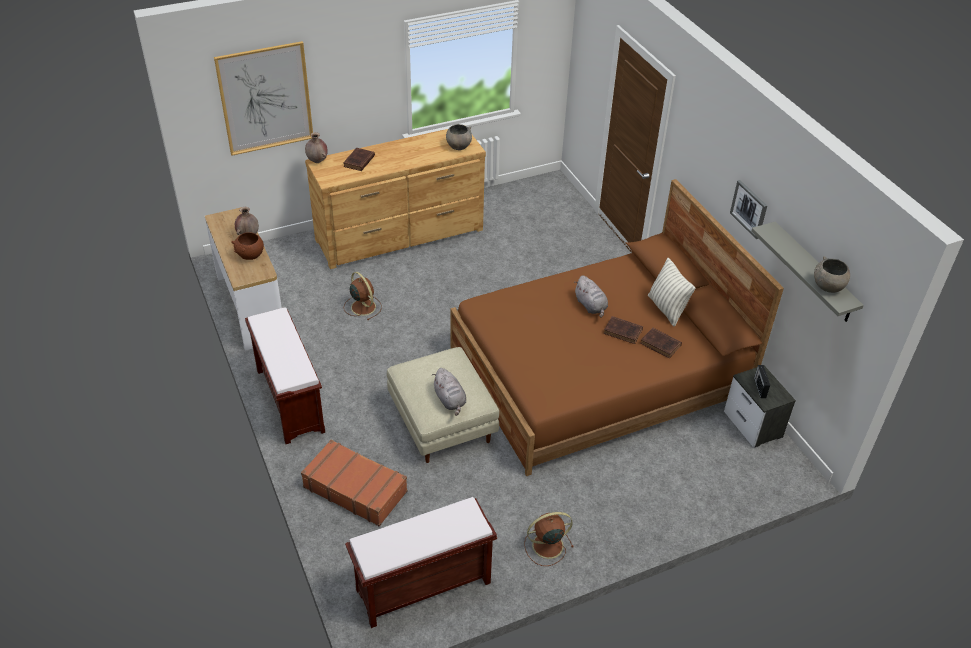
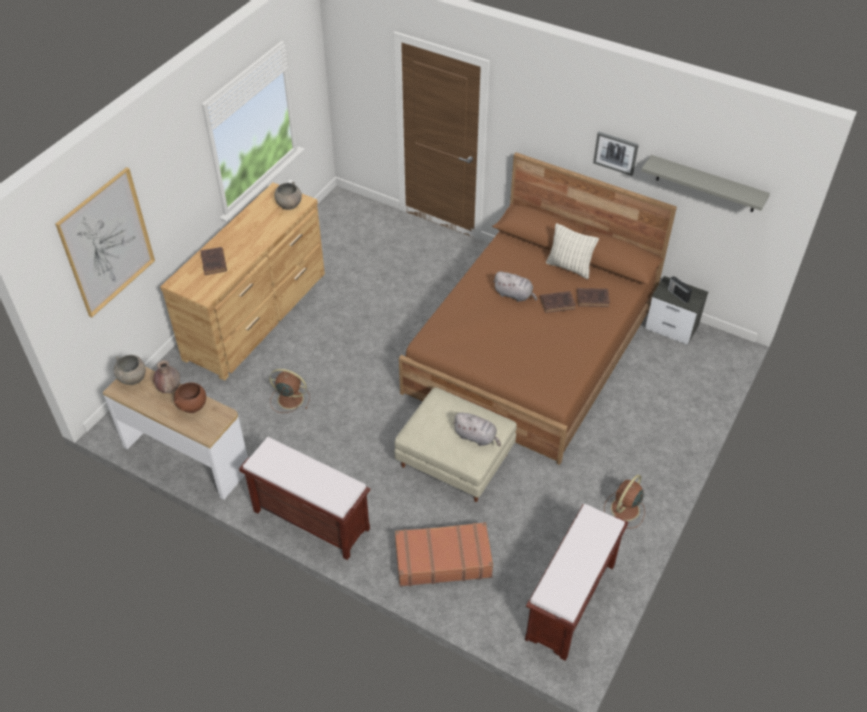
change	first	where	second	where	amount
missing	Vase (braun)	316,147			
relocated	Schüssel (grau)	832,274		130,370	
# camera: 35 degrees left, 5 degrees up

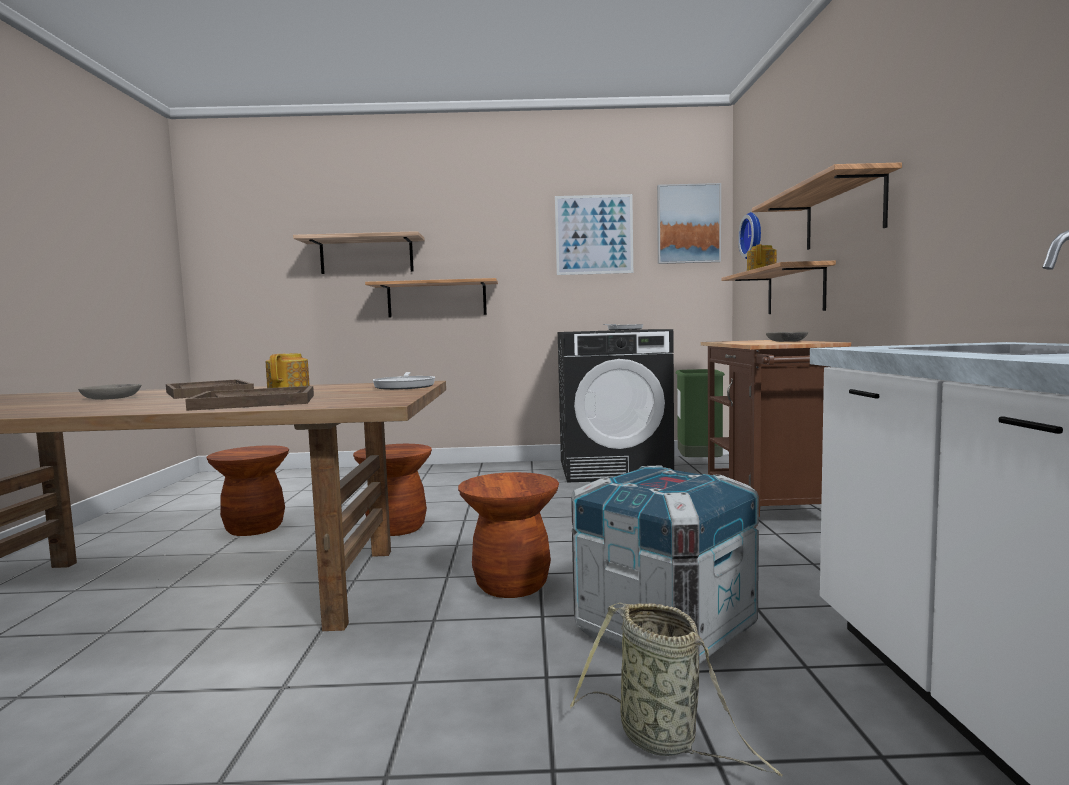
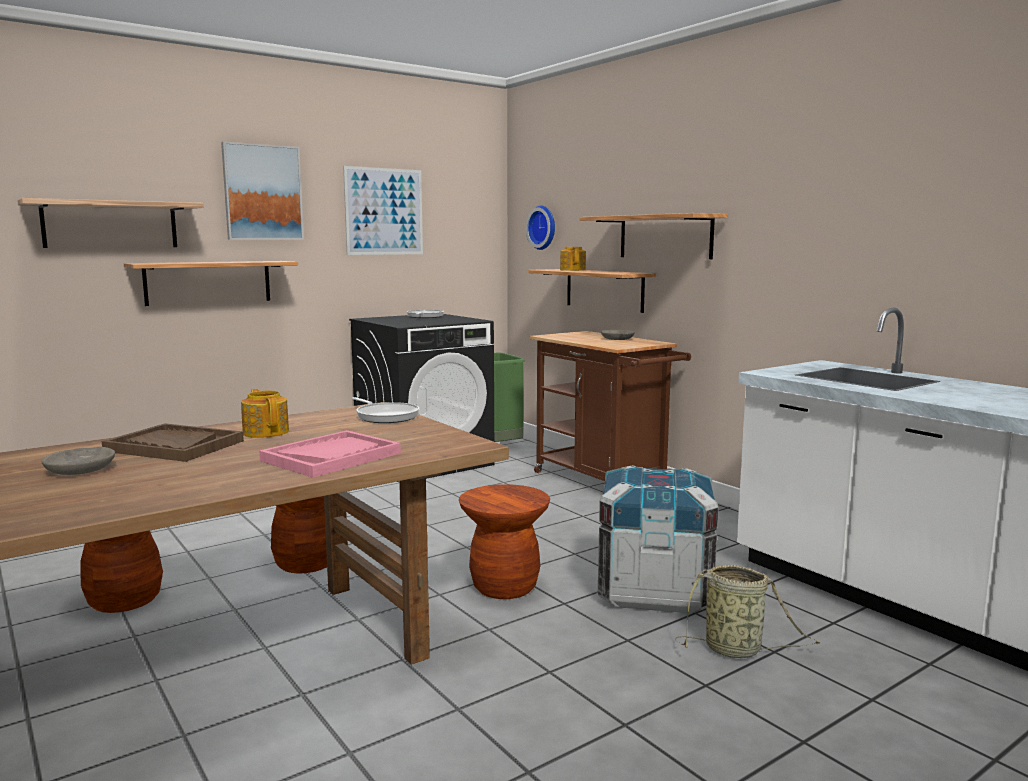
change	first	where	second	where	amount
colour	Tablett (braun)	249,398	Tablett (rosa)	330,454	
relocated	Bild	689,223		262,191	
# camera: 35 degrees left, 5 degrees up

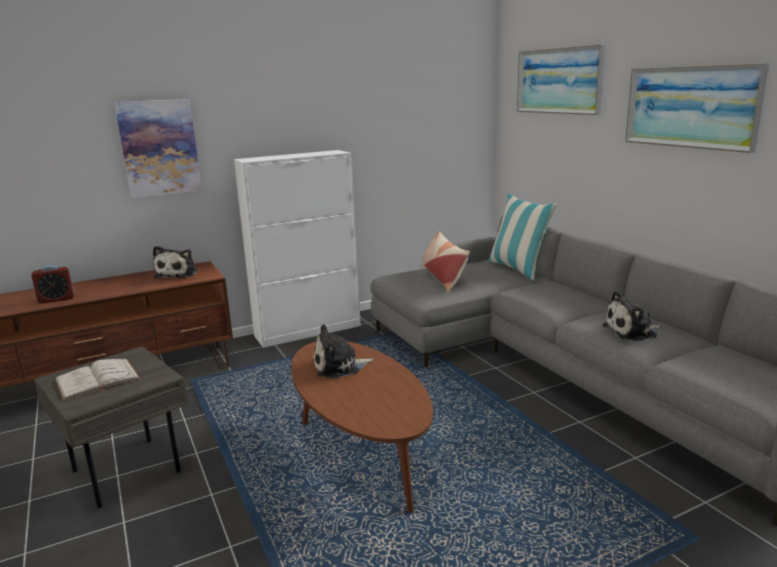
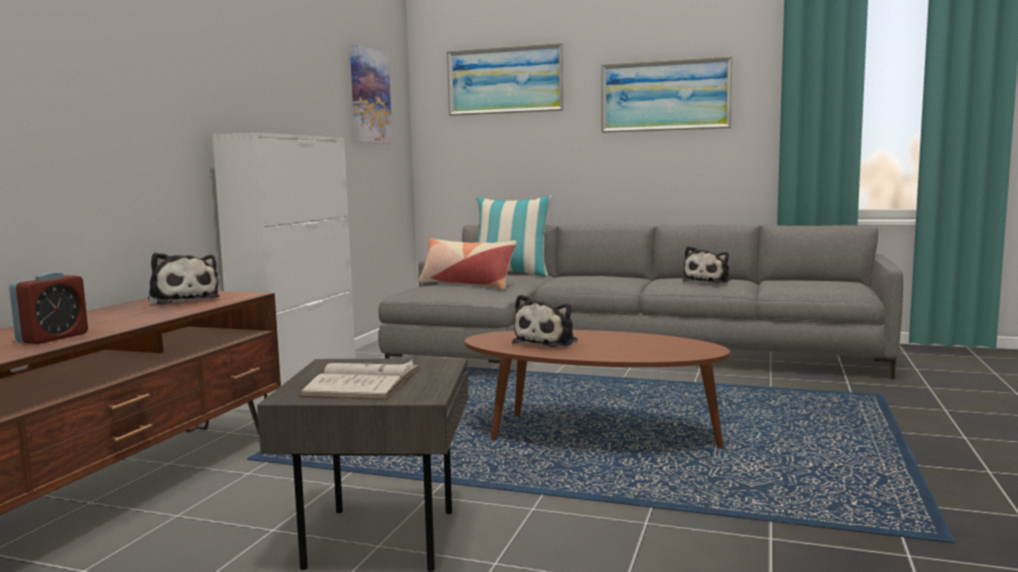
change	first	where	second	where	amount
relocated	Bild	158,148		371,94	
# camera: 45 degrees left, 10 degrees down

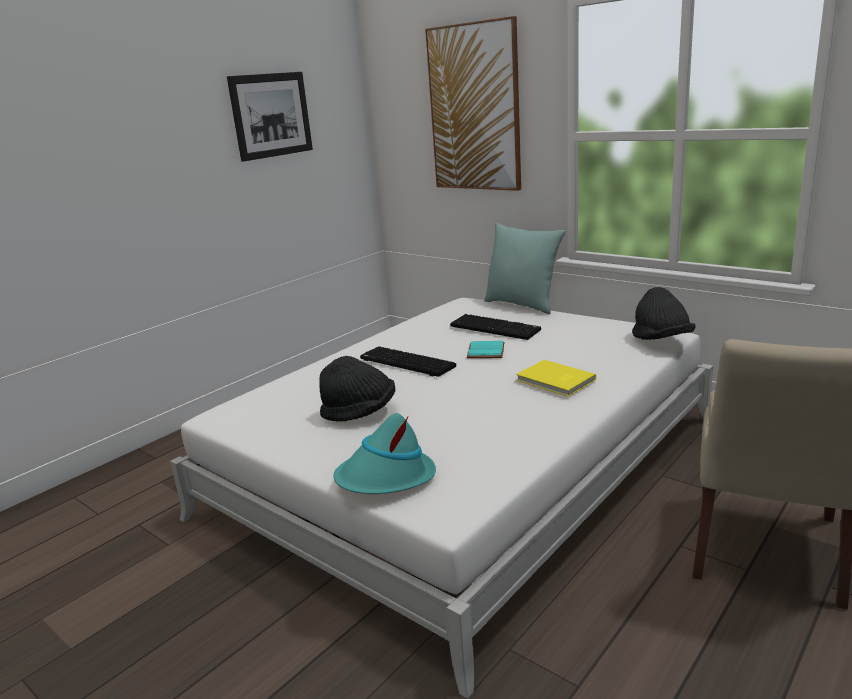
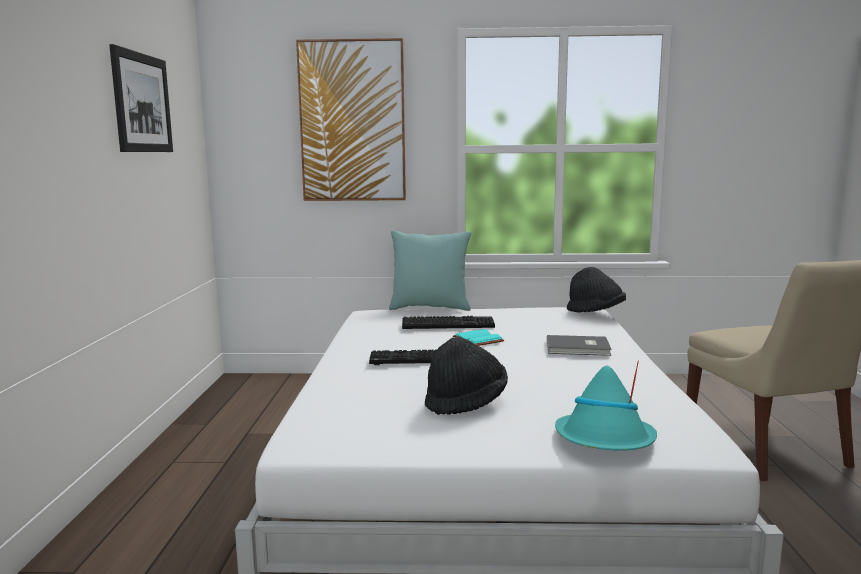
change	first	where	second	where	amount
colour	Buch (gelb)	556,378	Buch (grau)	579,345	
# camera: 40 degrees left, 10 degrees down

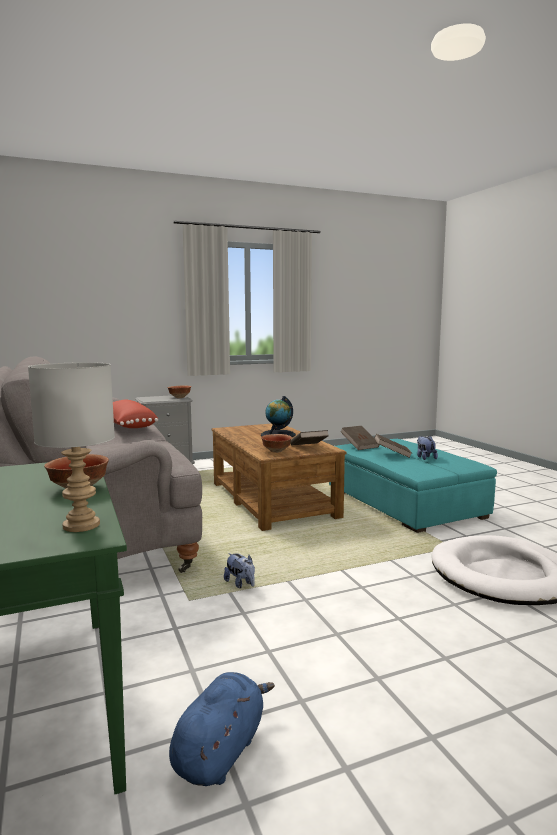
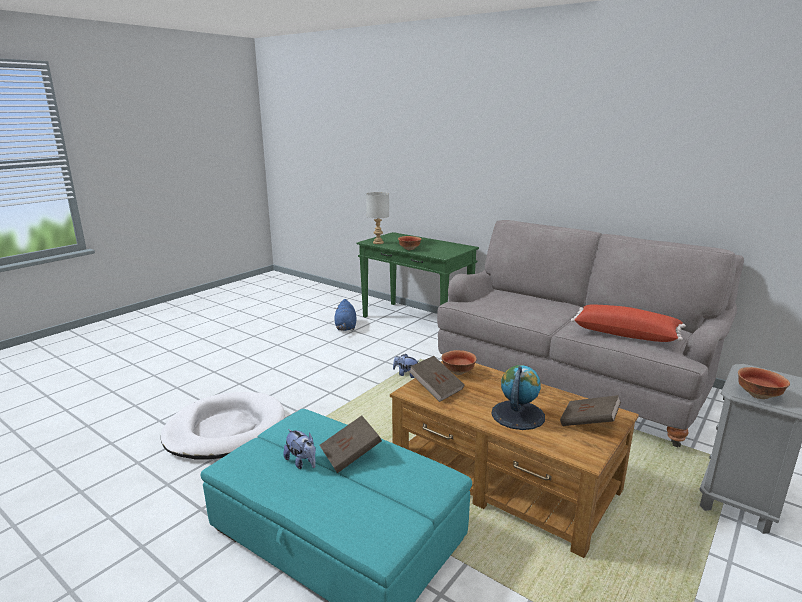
change	first	where	second	where	amount
relocated	Buch (braun)	360,438		590,410	
# camera: 150 degrees right, 10 degrees up

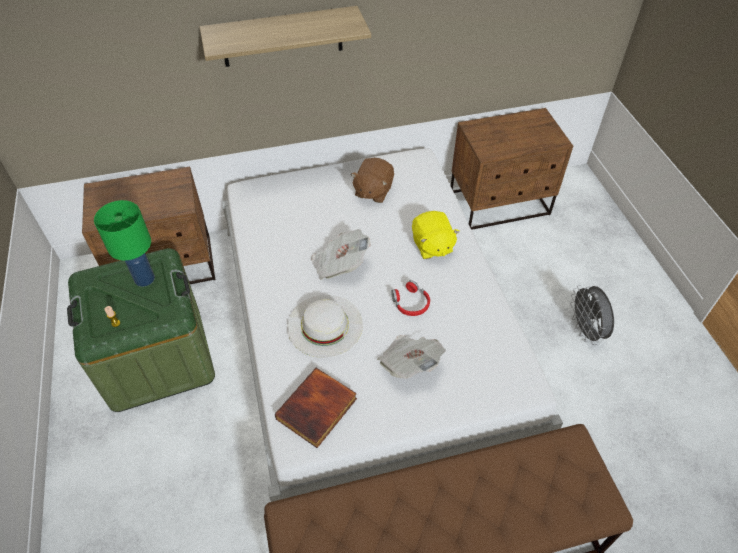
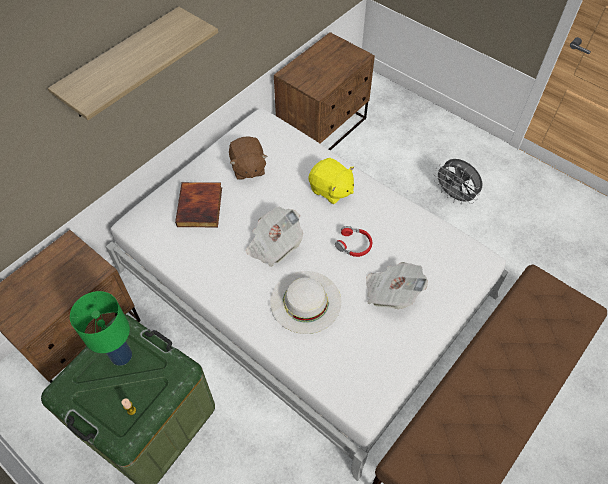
change	first	where	second	where	amount
relocated	Buch	316,408		198,204	
# camera: 35 degrees left, 5 degrees up

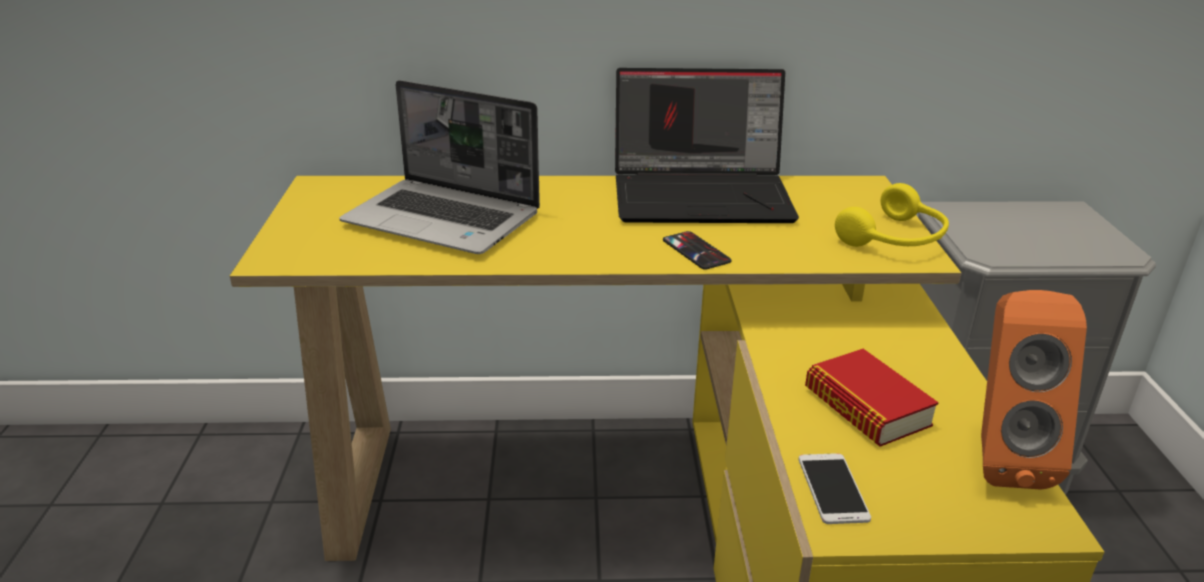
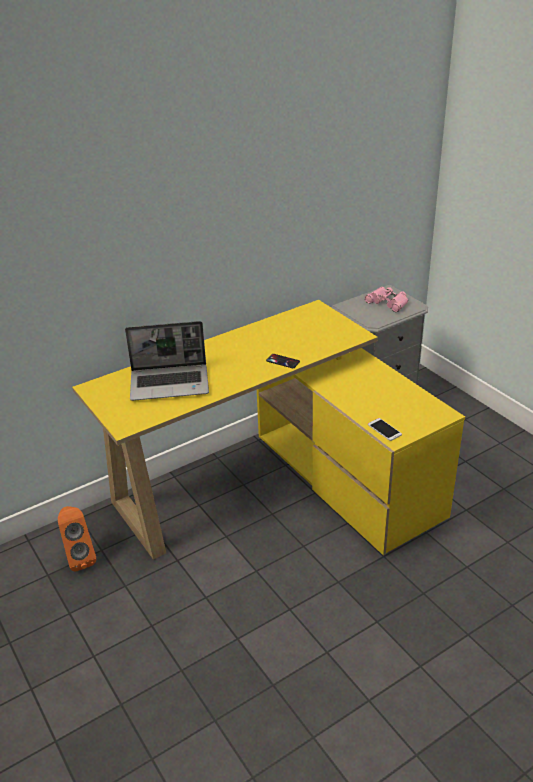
change	first	where	second	where	amount
missing	Laptop	707,145			
missing	Buch	872,398			
missing	Kopfhörer (gelb)	892,215			
relocated	Lautsprecher (orange)	1034,390		77,538	
appeared			Fernglas (rosa)	386,299	
# camera: 30 degrees left, 5 degrees up

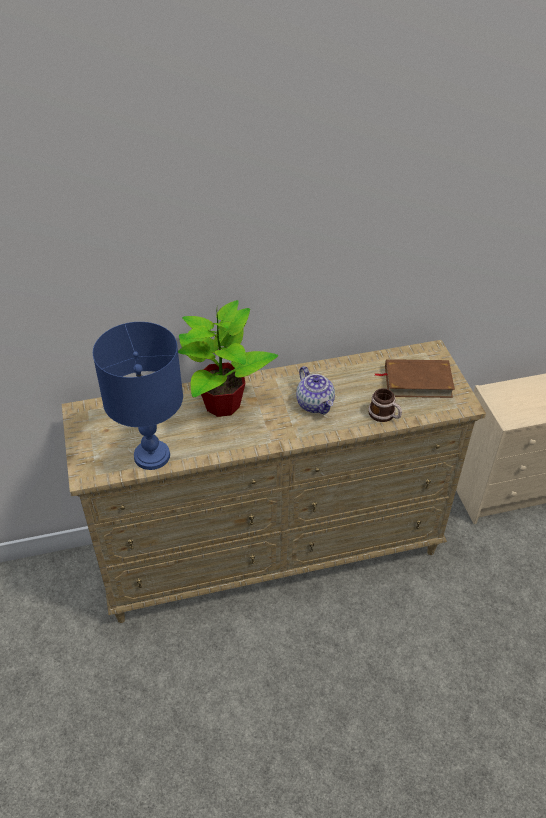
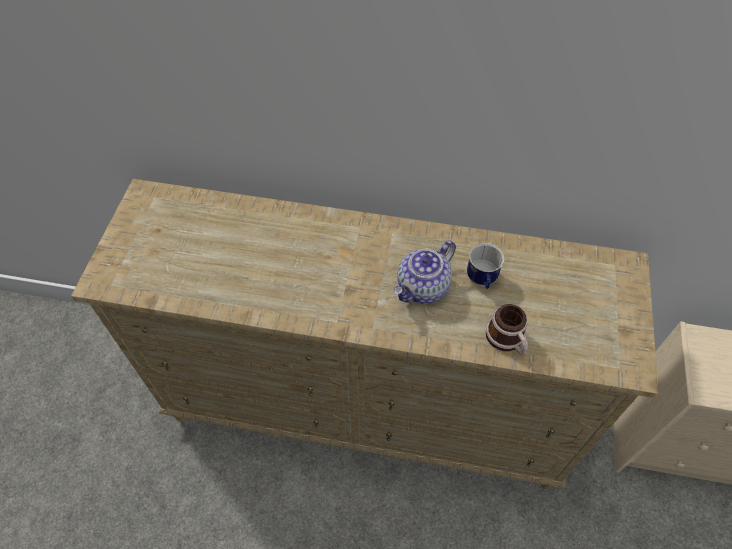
change	first	where	second	where	amount
missing	Tischlampe (blau)	138,396			
missing	Topfpflanze	228,358			
spun	Teekanne	315,390		424,272	45 degrees clockwise
missing	Buch (braun)	414,378			
appeared			Henkelbecher	485,266	
# camera: 25 degrees right, 10 degrees up

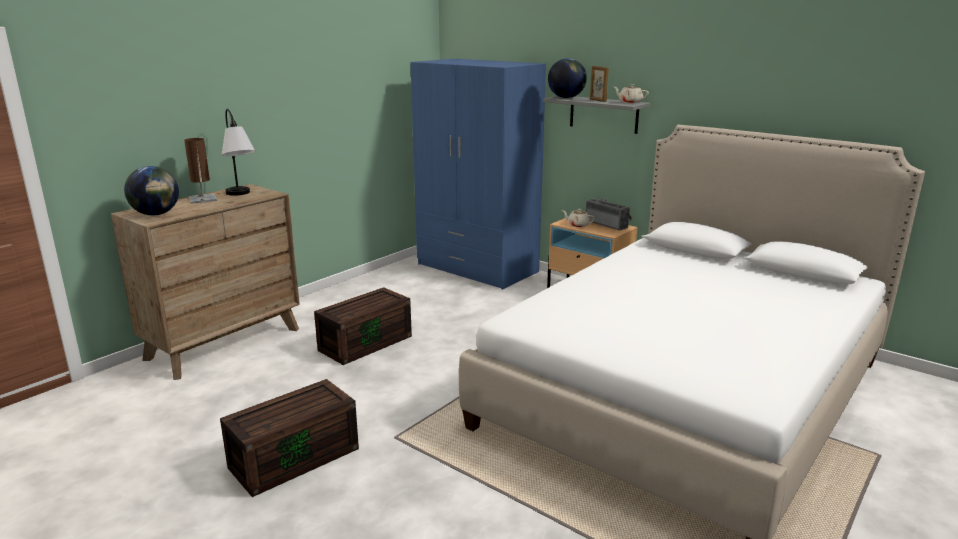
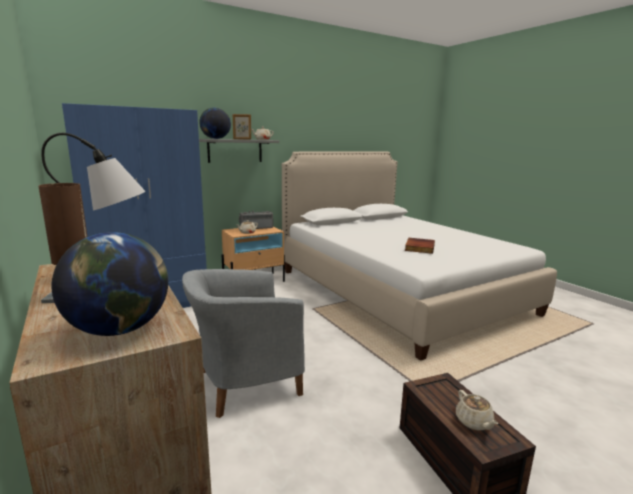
change	first	where	second	where	amount
exchanged	Aufbewahrungsbox (braun)	363,326	Sessel (grau)	243,343	
appeared			Buch	420,246	
appeared			Teekanne (beige)	477,410	
# camera: 70 degrees left, 5 degrees down

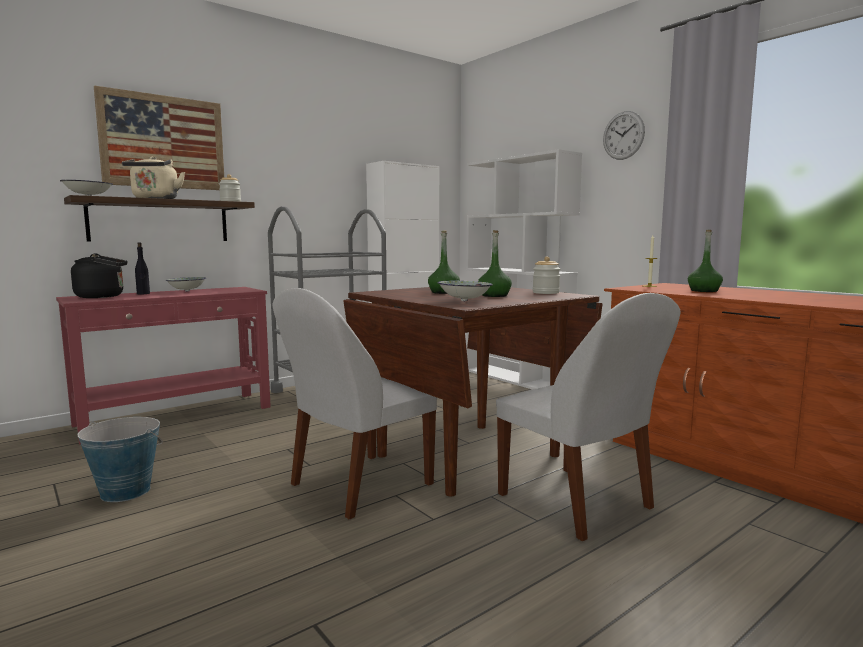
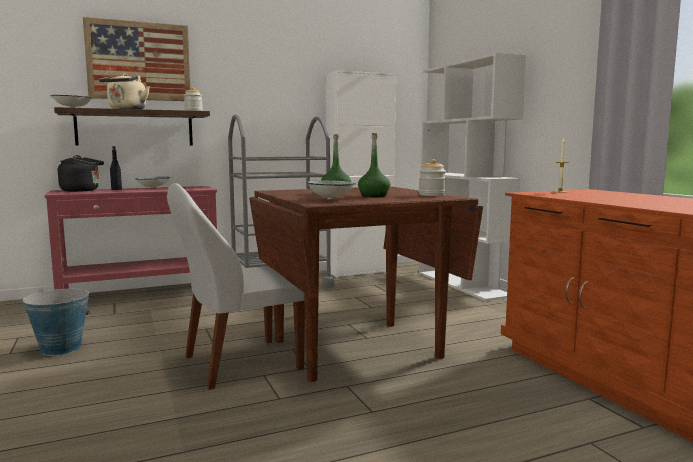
change	first	where	second	where	amount
missing	Stuhl (weiß)	588,417			
missing	Wanduhr	624,135			
missing	Flasche (grün)	705,261			
# camera: 15 degrees right, 0 degrees up

